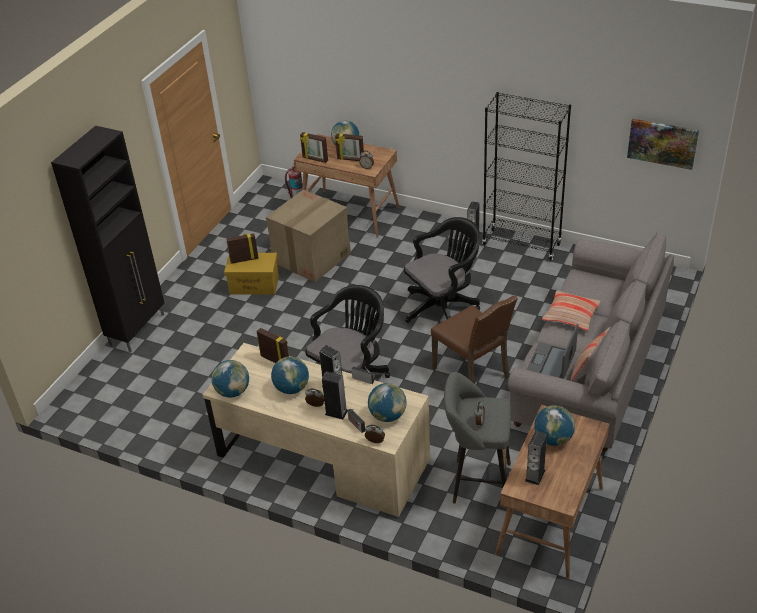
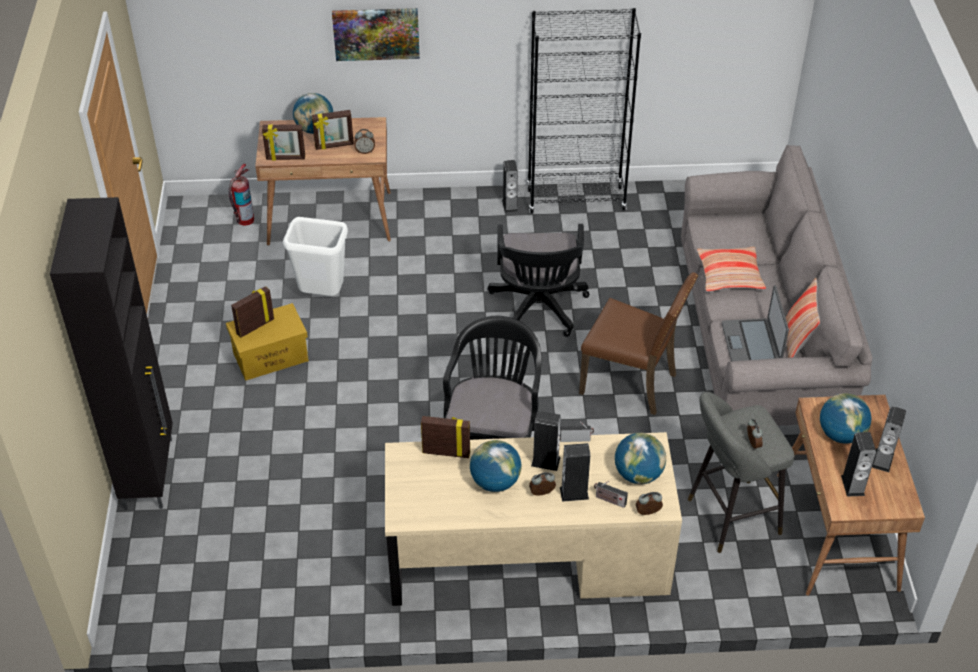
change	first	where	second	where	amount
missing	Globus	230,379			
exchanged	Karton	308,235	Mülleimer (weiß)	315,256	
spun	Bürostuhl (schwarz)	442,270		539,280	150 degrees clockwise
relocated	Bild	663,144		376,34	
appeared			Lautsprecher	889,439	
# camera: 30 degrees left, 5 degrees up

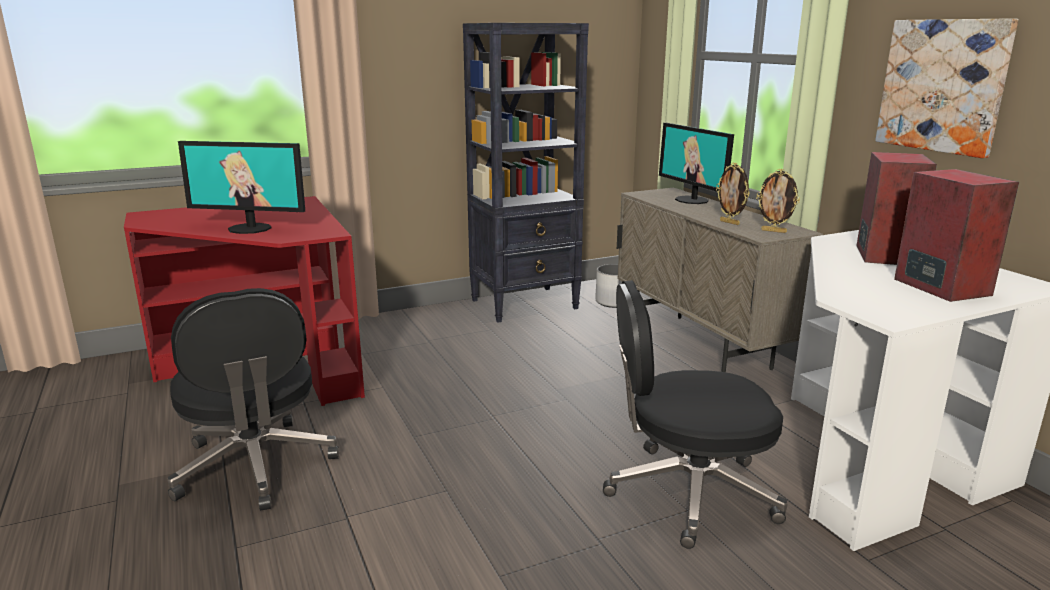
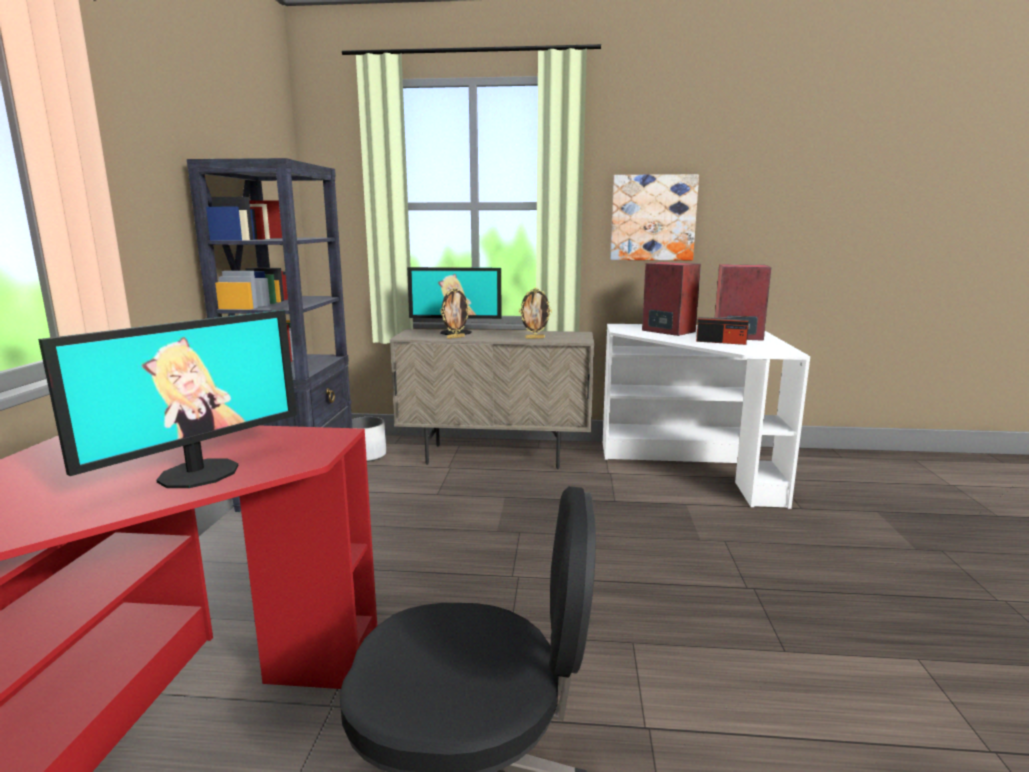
change	first	where	second	where	amount
missing	Bürostuhl (schwarz)	695,414			
relocated	Bilderrahmen	778,201		455,313	
appeared			Radio	722,330	
# camera: 60 degrees left, 5 degrees down

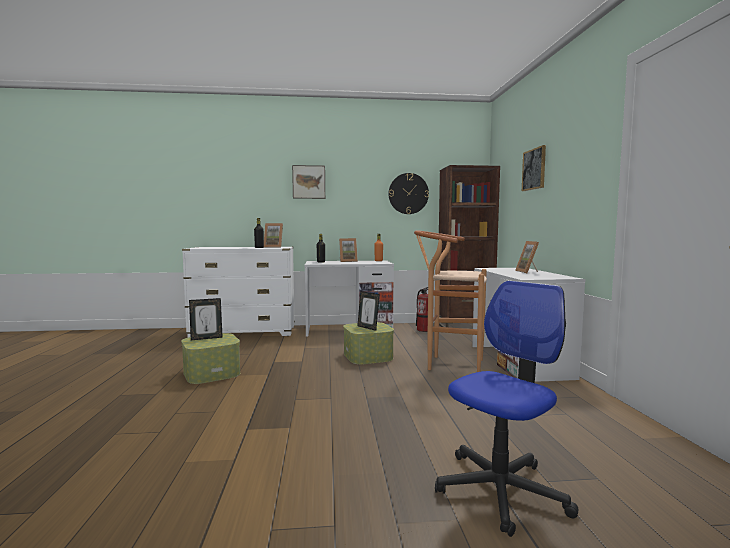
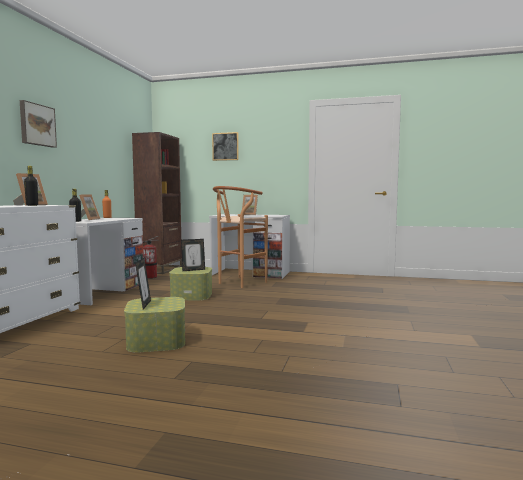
change	first	where	second	where	amount
missing	Wanduhr	408,193			
missing	Bürostuhl	507,409			
# camera: 70 degrees left, 0 degrees up

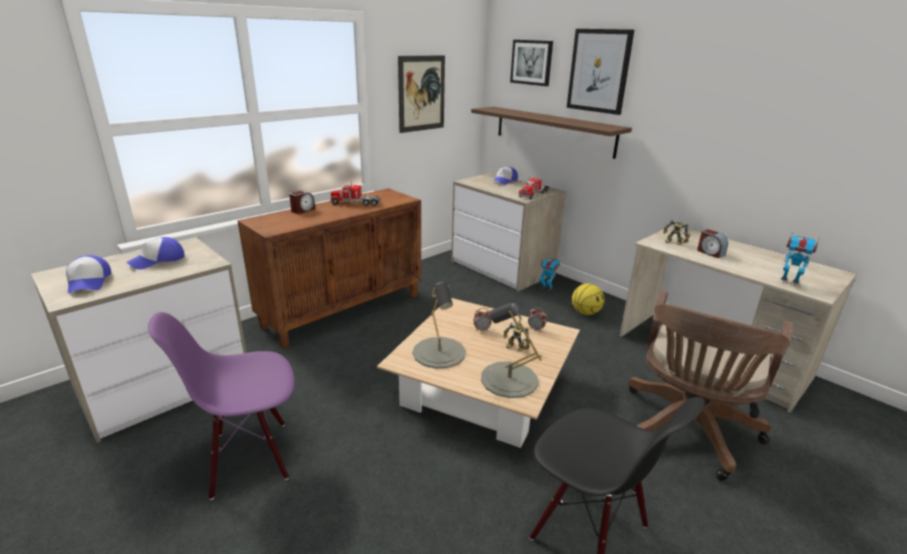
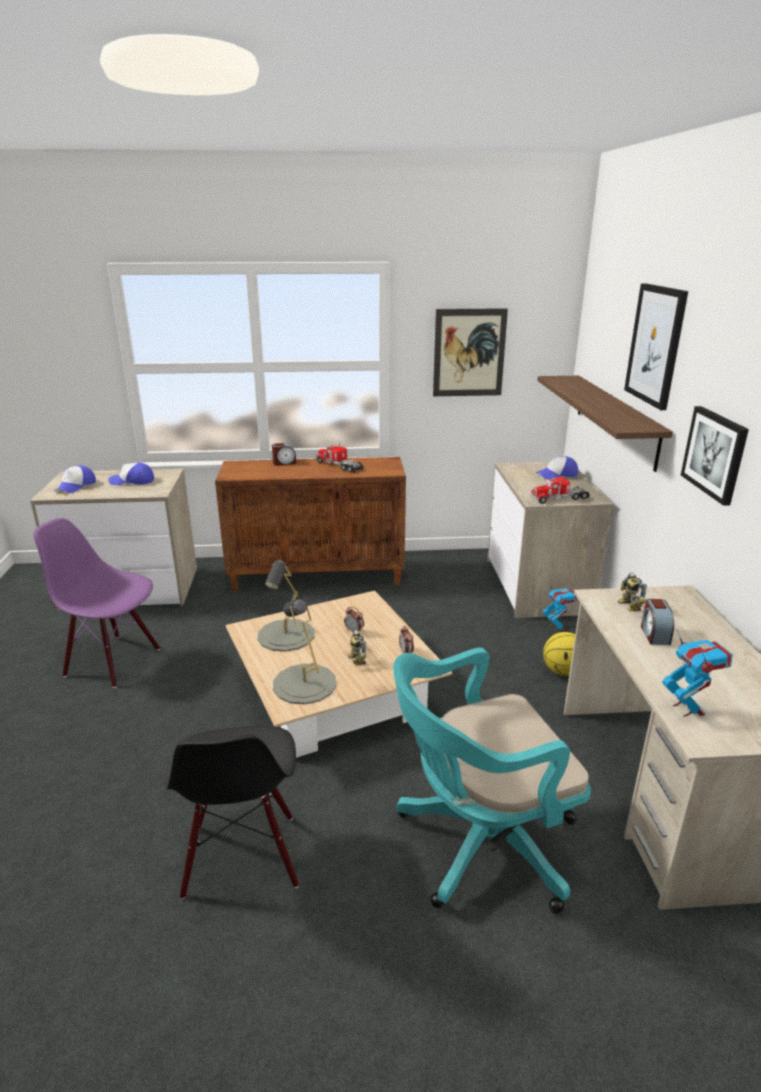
change	first	where	second	where	amount
relocated	Bild	531,63		715,456	
colour	Bürostuhl (braun)	710,385	Bürostuhl (türkis)	492,781	
# camera: 40 degrees right, 0 degrees up

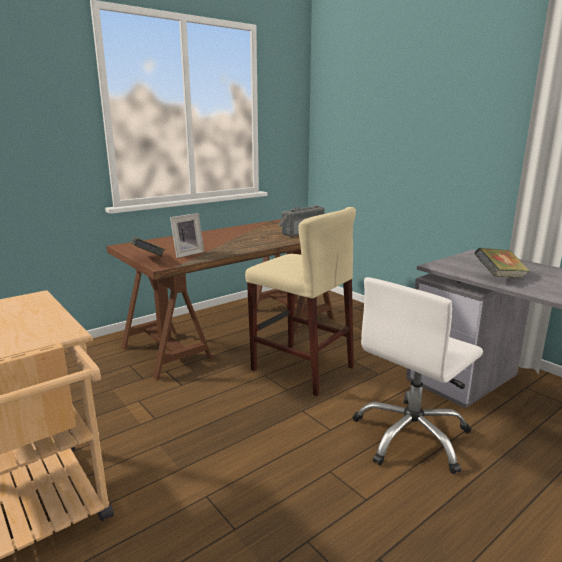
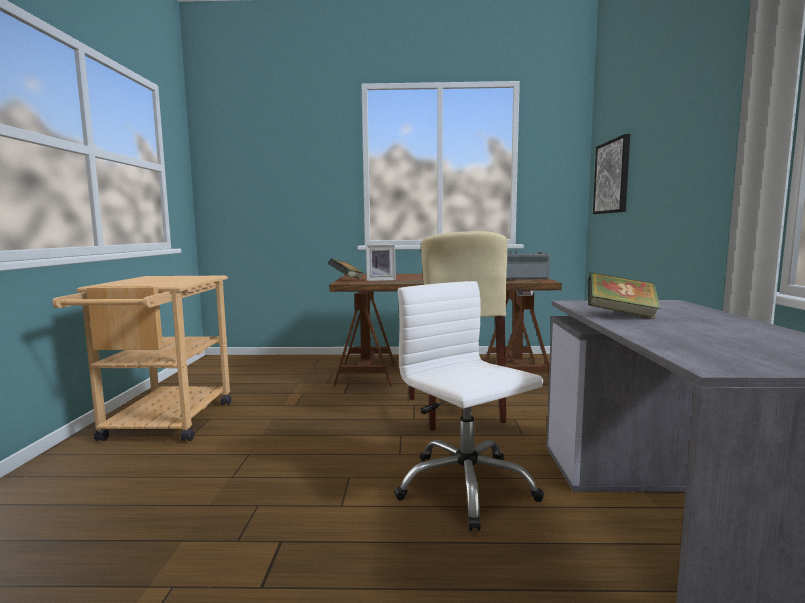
change	first	where	second	where	amount
spun	Bürostuhl (weiß)	418,375		469,406	60 degrees clockwise
appeared			Bild	611,174	
# camera: 40 degrees right, 10 degrees down

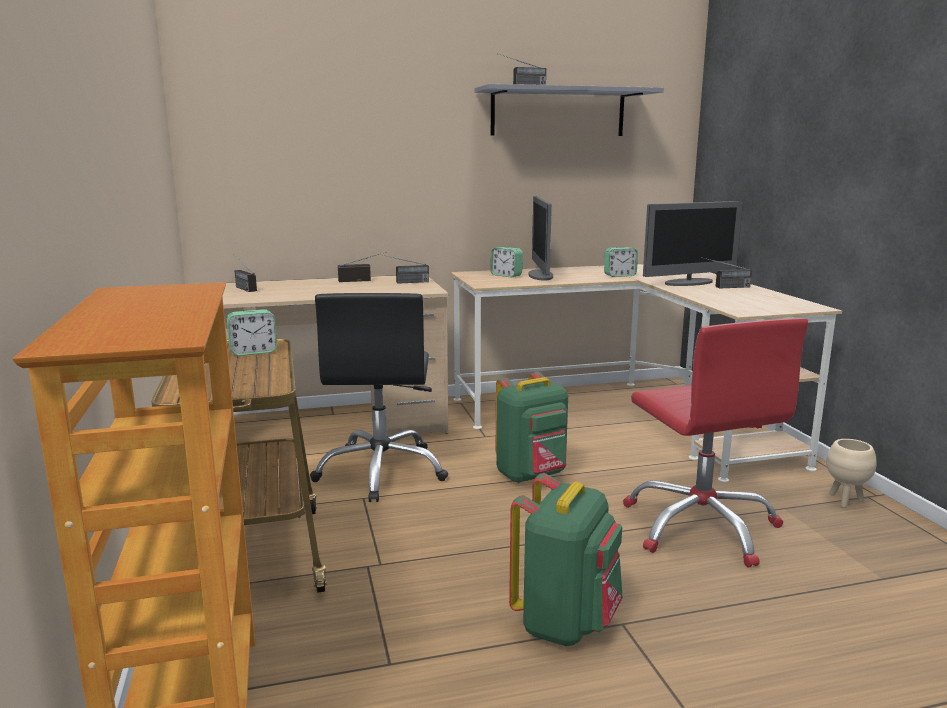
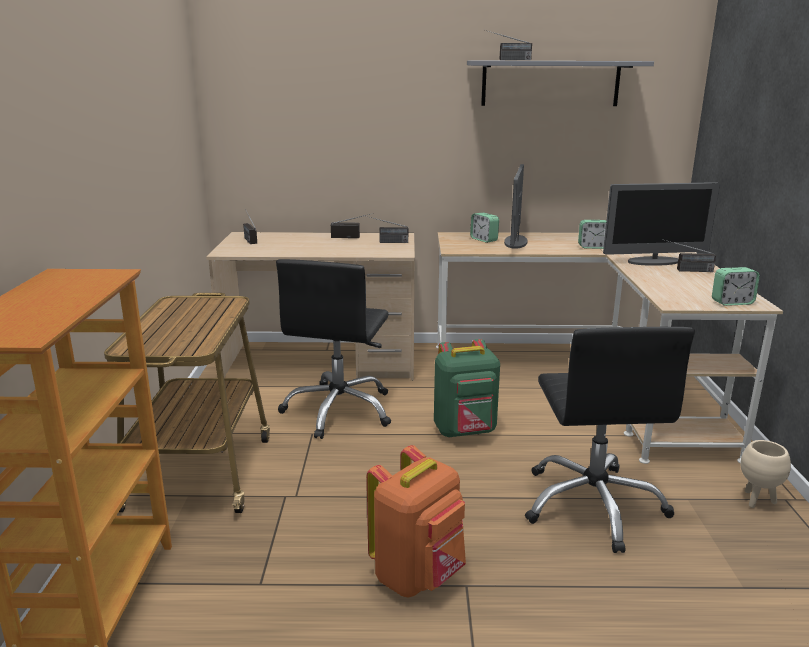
change	first	where	second	where	amount
relocated	Wecker	252,332		736,286	
colour	Rucksack (grün)	566,559	Rucksack (orange)	416,521	
colour	Bürostuhl (rot)	715,442	Bürostuhl (schwarz)	610,440	
# camera: 15 degrees right, 5 degrees up

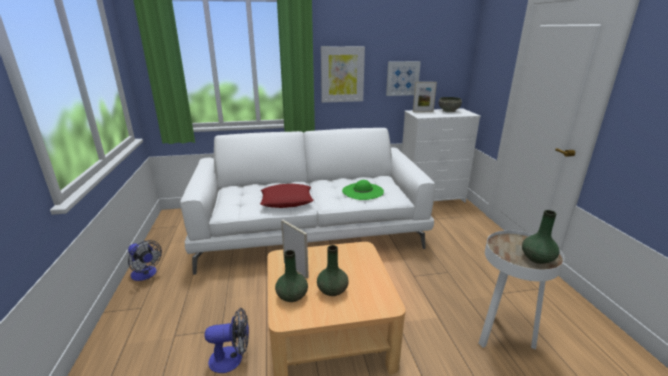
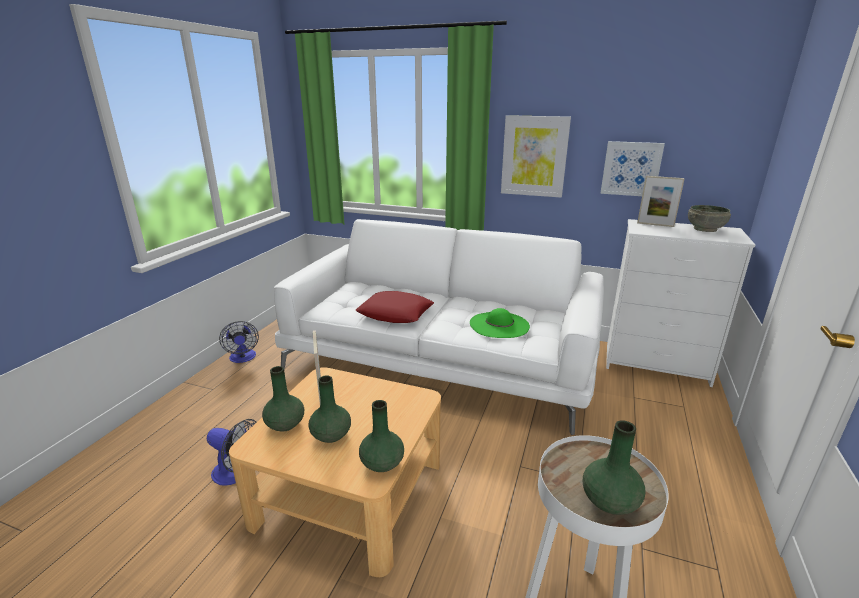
change	first	where	second	where	amount
appeared			Vase (grün)	381,436	
# camera: 30 degrees right, 0 degrees up

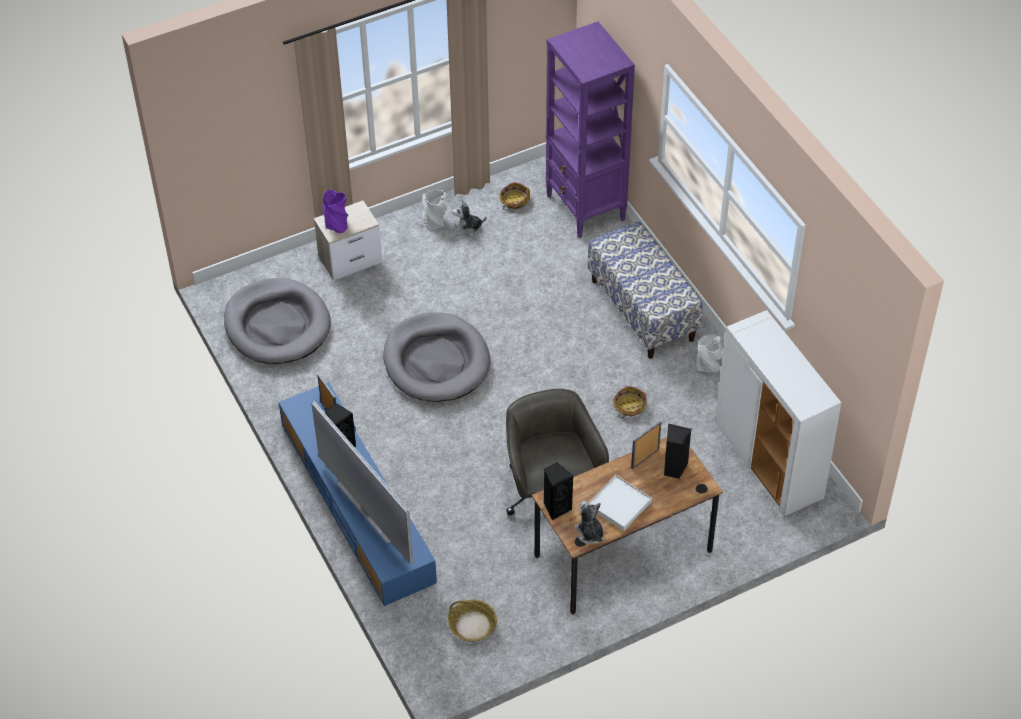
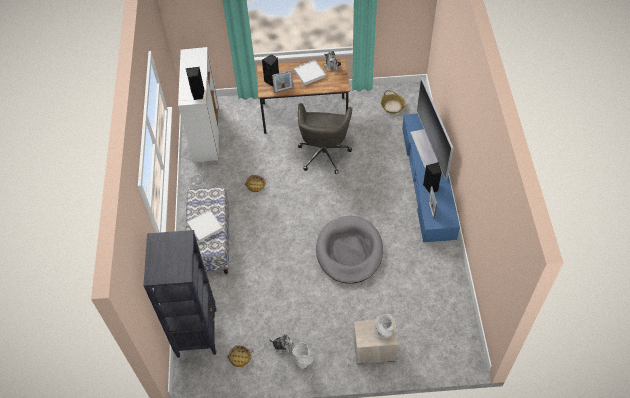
change	first	where	second	where	amount
missing	Hundebett (grau)	277,321			
colour	Vase (lila)	335,211	Vase (grau)	384,326	
relocated	Lautsprecher (schwarz)	558,491		195,83	
colour	Bücherregal (lila)	590,129	Bücherregal (schwarz)	179,293	
appeared			Tablett (weiß)	204,225	
# camera: 155 degrees left, 5 degrees up

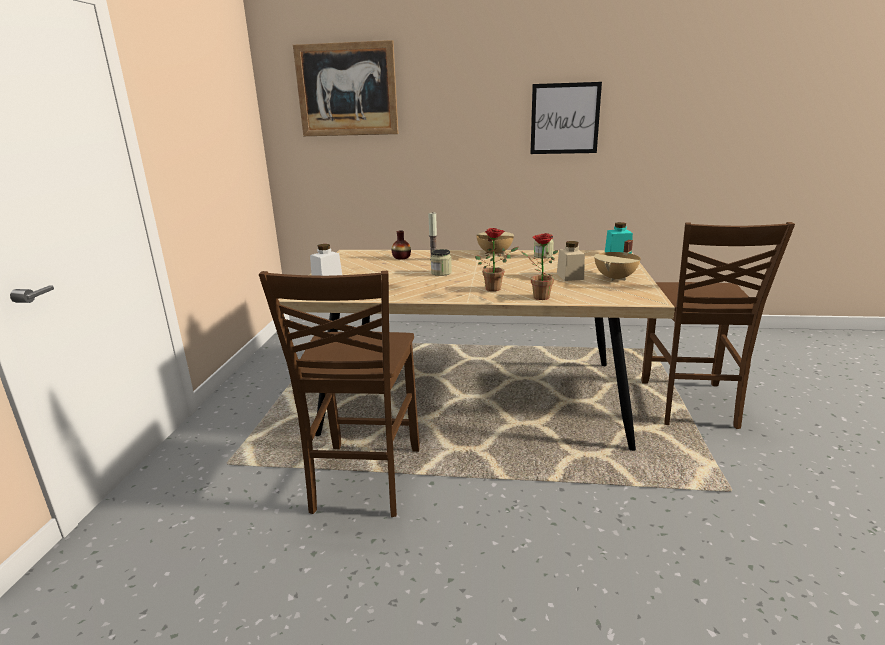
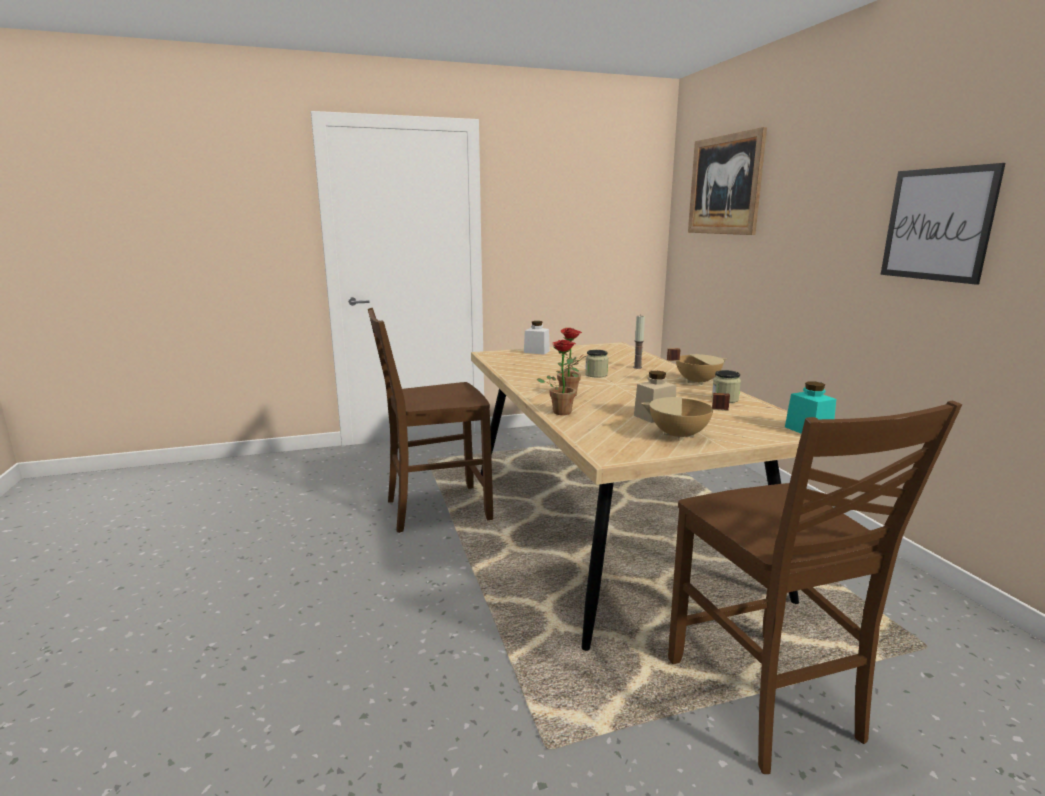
change	first	where	second	where	amount
missing	Vase	401,245			
spun	Stuhl (braun)	718,325		815,587	90 degrees counterclockwise
# camera: 65 degrees right, 5 degrees down

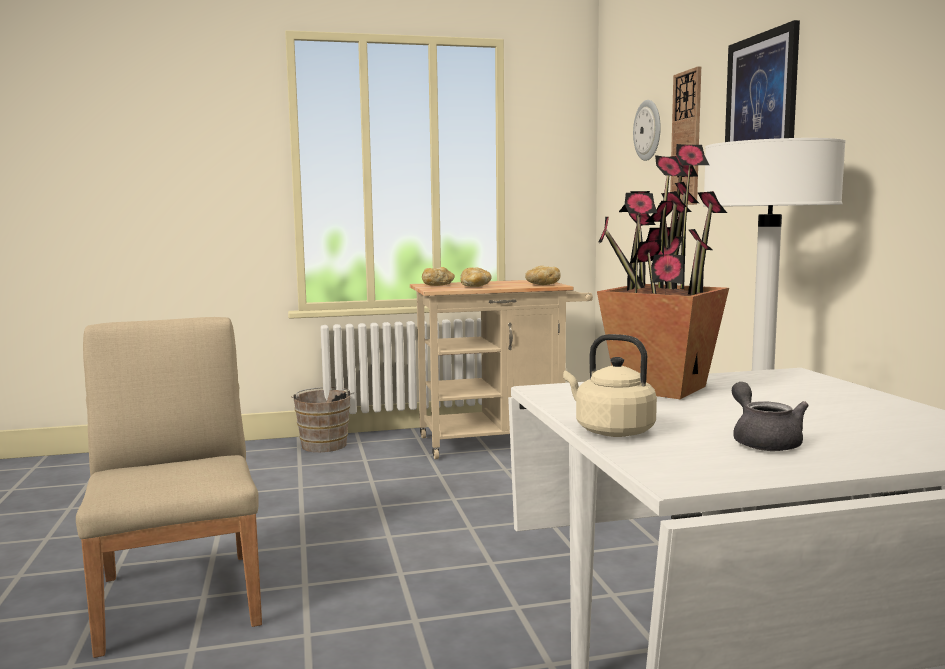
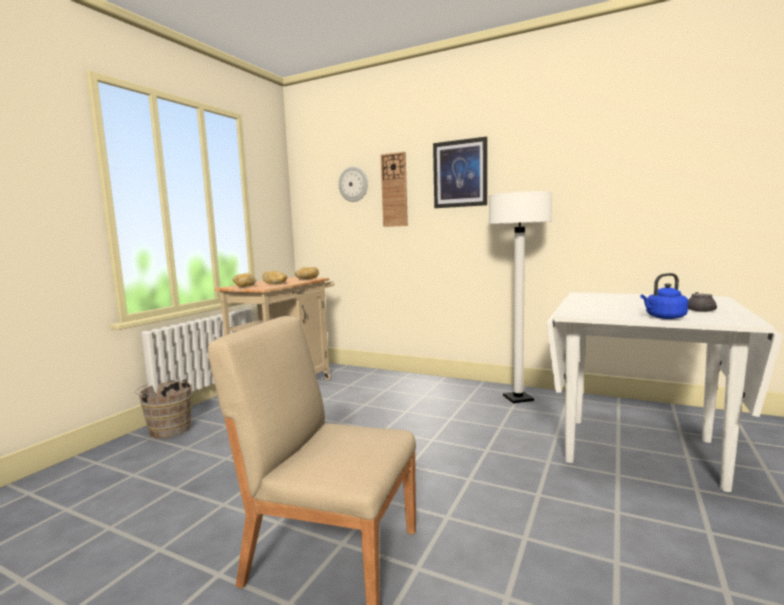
change	first	where	second	where	amount
colour	Wasserkessel (beige)	610,385	Wasserkessel (blau)	664,296	
missing	Topfpflanze	663,271			
# camera: 50 degrees left, 0 degrees up

